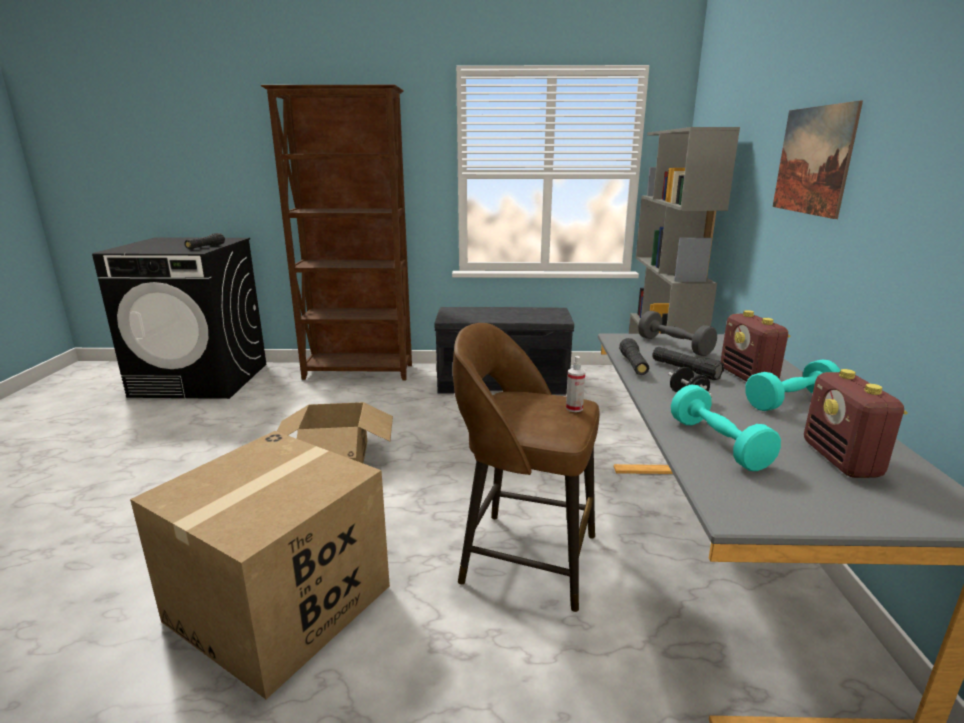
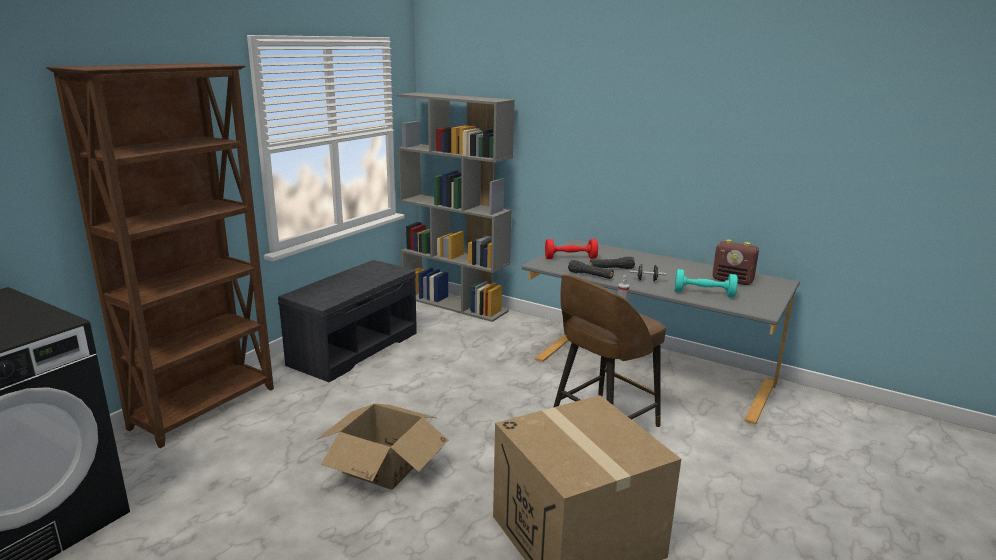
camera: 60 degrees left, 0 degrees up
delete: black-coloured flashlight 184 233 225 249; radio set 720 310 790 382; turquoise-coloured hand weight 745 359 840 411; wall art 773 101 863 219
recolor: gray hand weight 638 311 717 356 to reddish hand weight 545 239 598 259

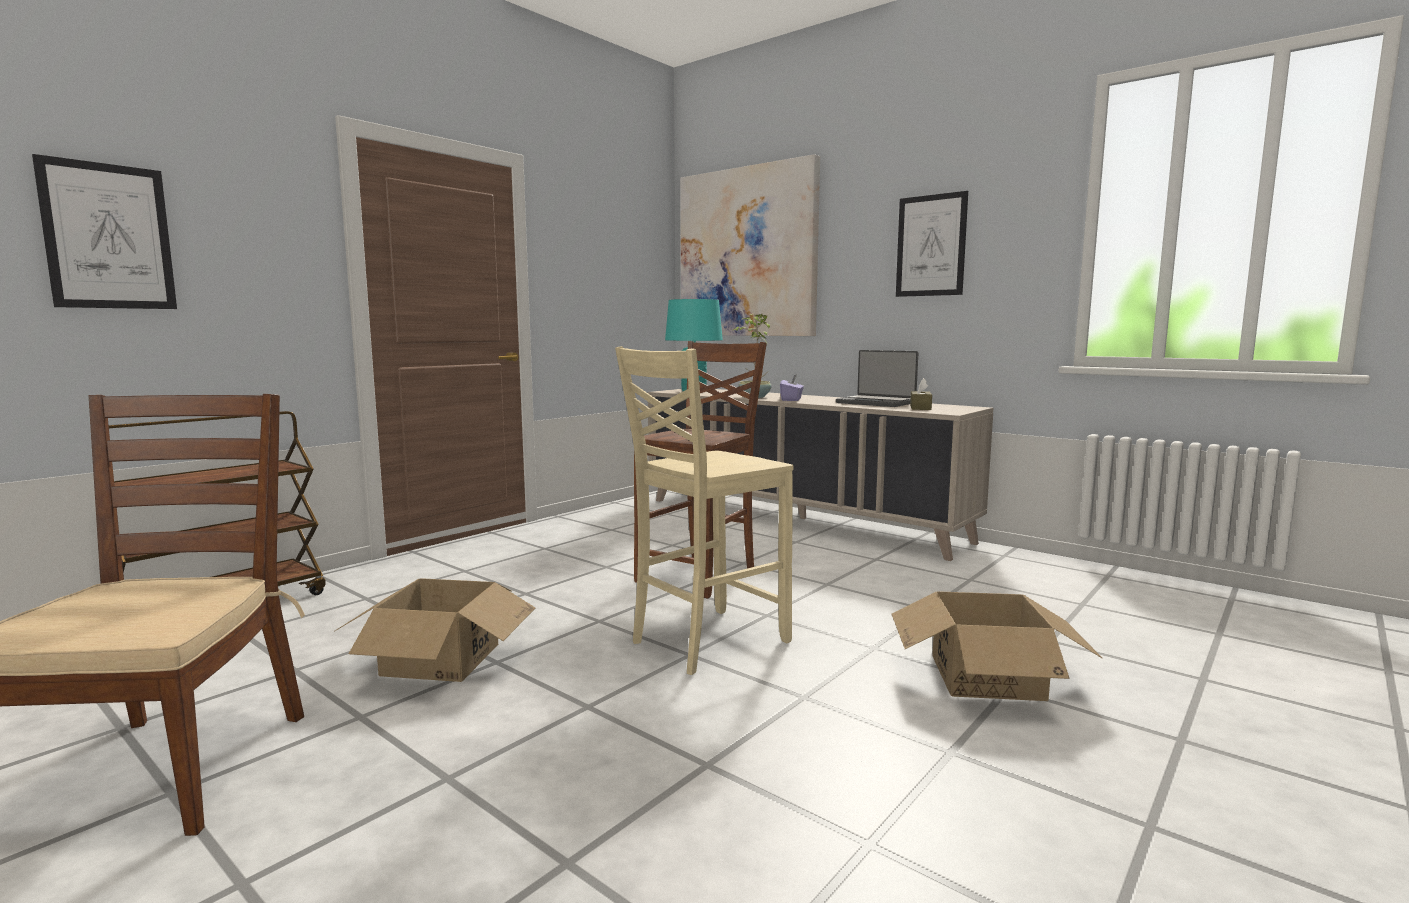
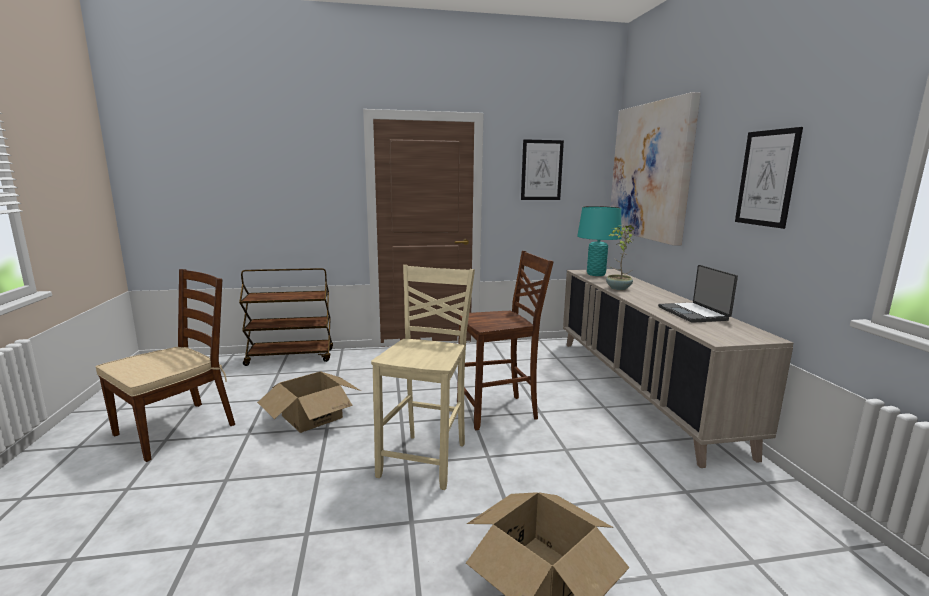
camera: 40 degrees right, 5 degrees up
delete: purple-coloured box of tissues 780 375 804 401; brown-coloured box of tissues 910 378 932 410
move: wall art 32 154 177 309 to 521 139 564 200
rotate: beige-coloured upright chair 615 346 794 675 = 371 265 475 490 105 degrees clockwise

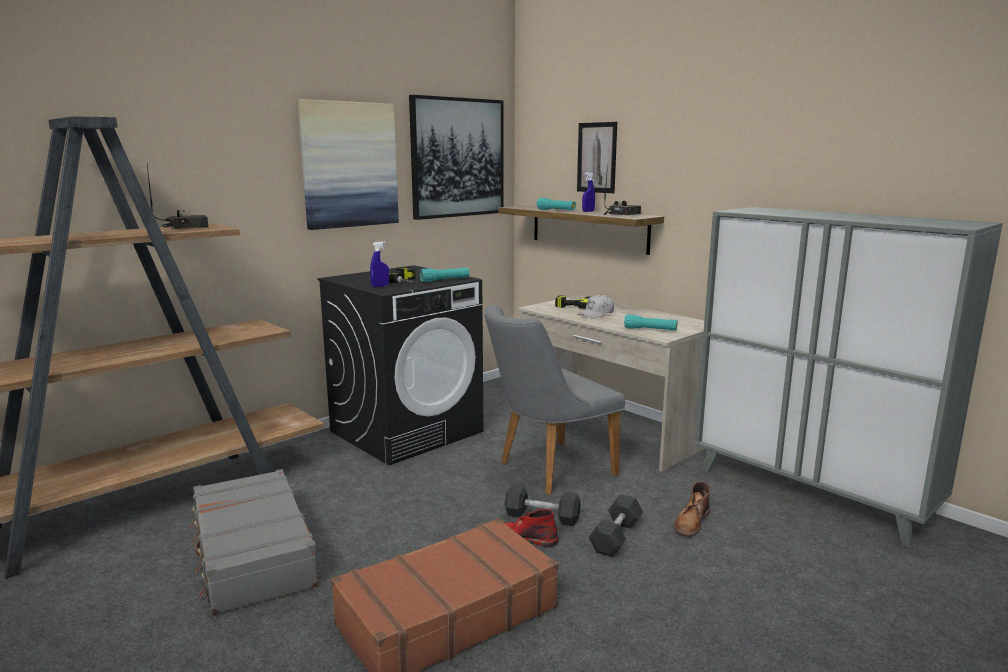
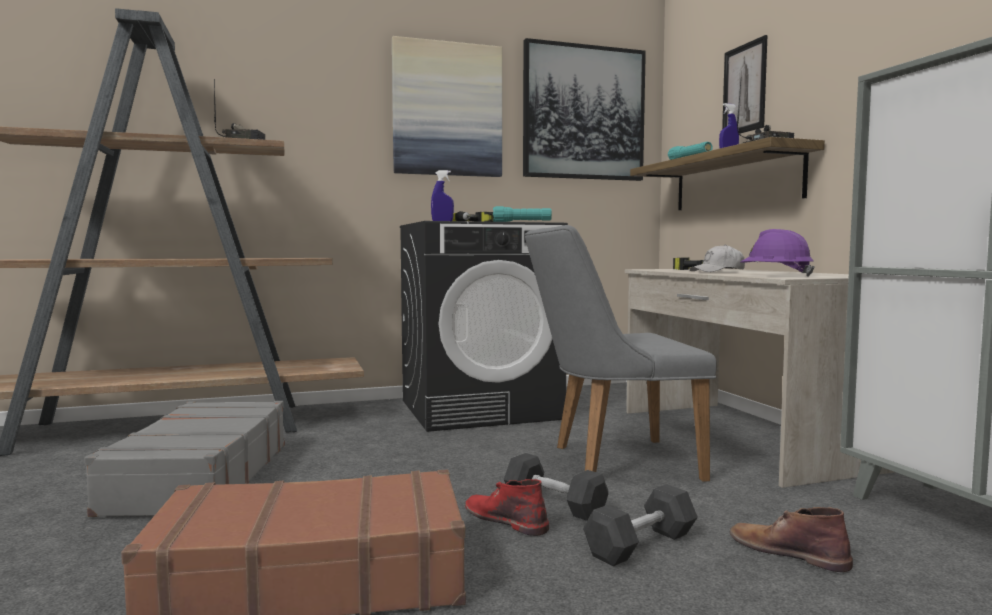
camera: 25 degrees right, 10 degrees down
replace: turquoise-coloured flashlight 624 314 677 330 to purple-coloured safety helmet 740 229 815 277
rotate: brown-coloured high-top boot 674 482 710 537 = 730 507 853 572 75 degrees clockwise

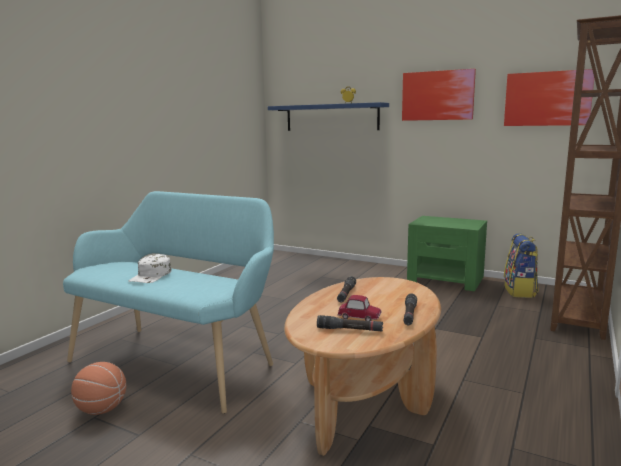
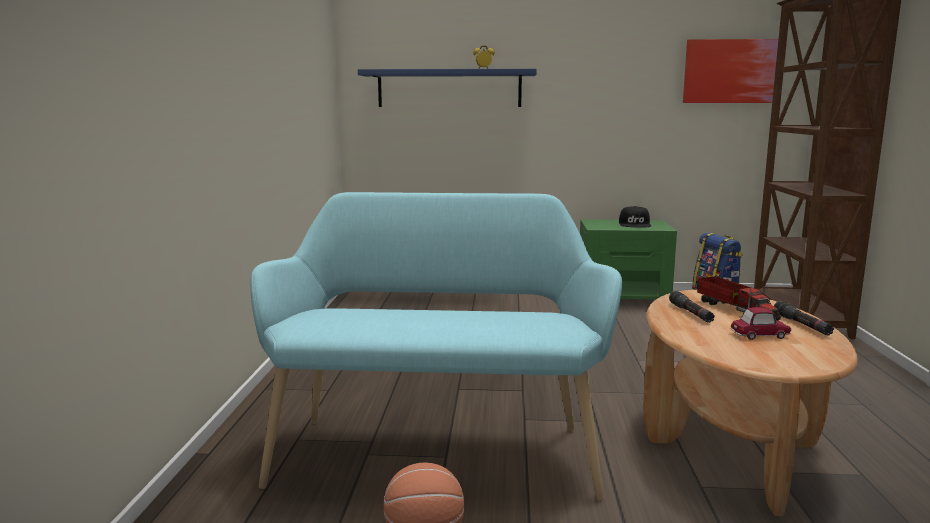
camera: 25 degrees left, 0 degrees up
delete: white-coloured baseball cap 128 254 171 283; black-coloured flashlight 317 315 383 331; wall art 402 69 476 121
insert: black-coloured baseball cap 619 206 651 228; toy lorry 697 276 781 321

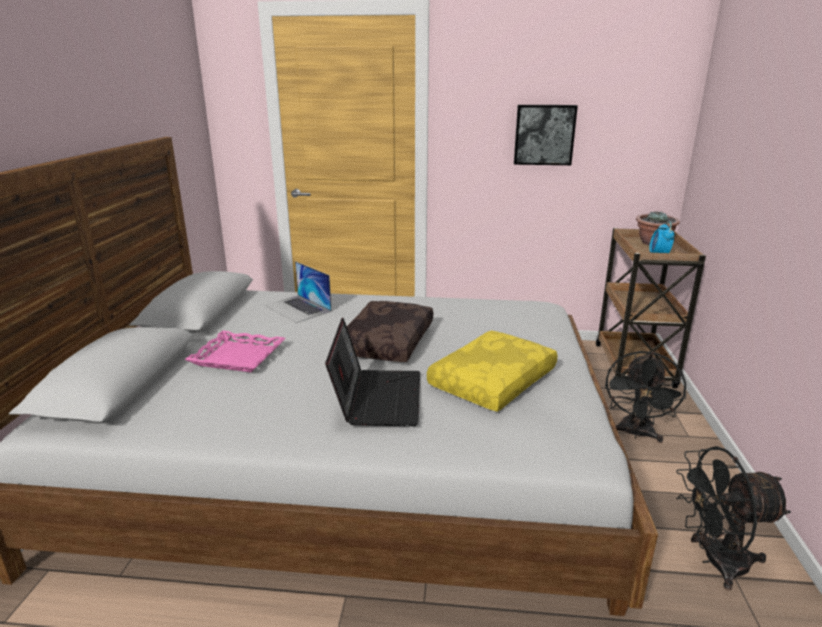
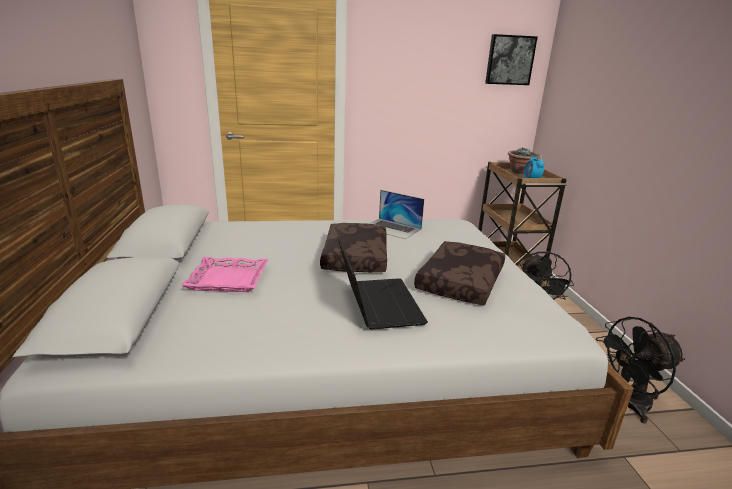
camera: 15 degrees left, 0 degrees up
move: notebook computer 264 261 332 323 to 369 190 424 239; wall art 514 105 578 165 to 485 34 538 85
recolor: yellowish pillow 427 330 558 412 to brown-coloured pillow 414 241 505 305

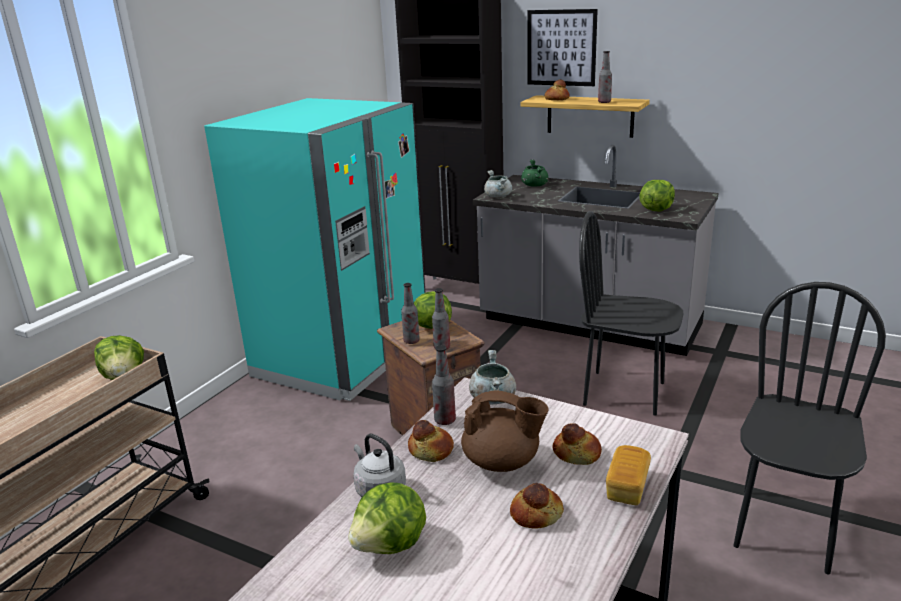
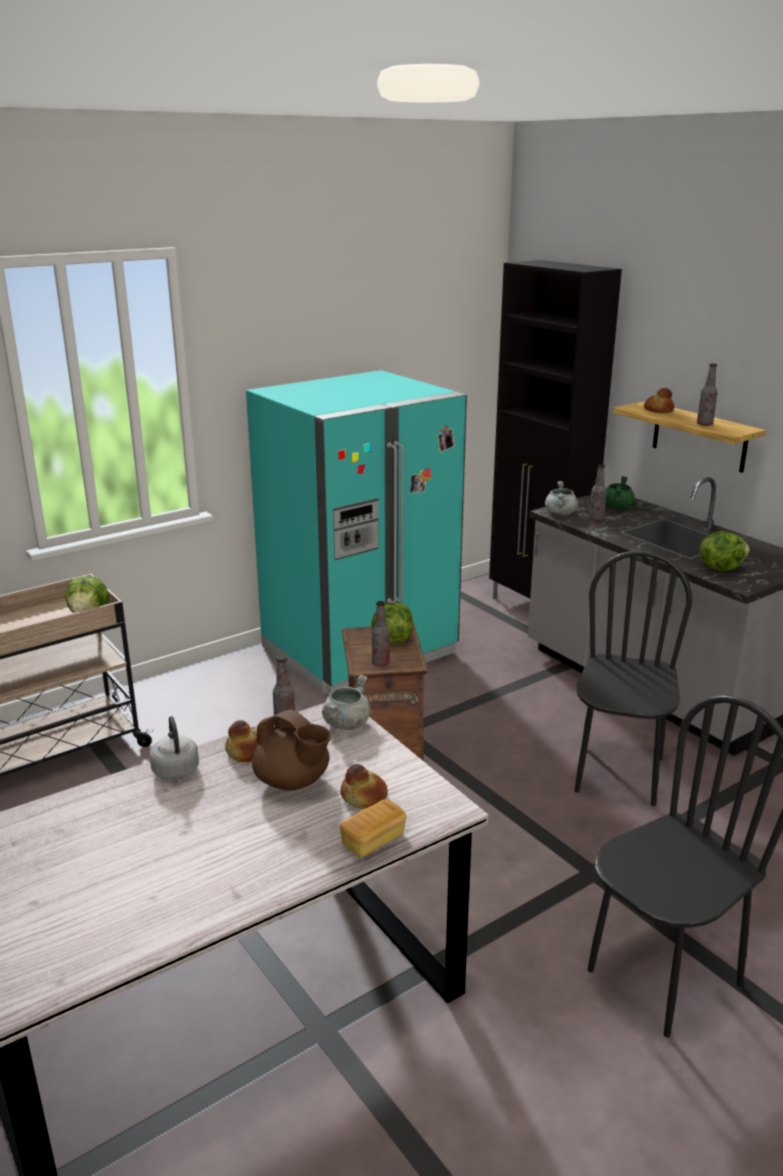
camera: 25 degrees right, 0 degrees up
delete: lettuce 348 482 426 554; bread 510 483 564 529; wall art 527 9 598 86
move: bottle 401 283 420 344 to 589 464 607 521
rotate: black-coloured upright chair 579 211 684 416 = 575 550 692 806 60 degrees clockwise

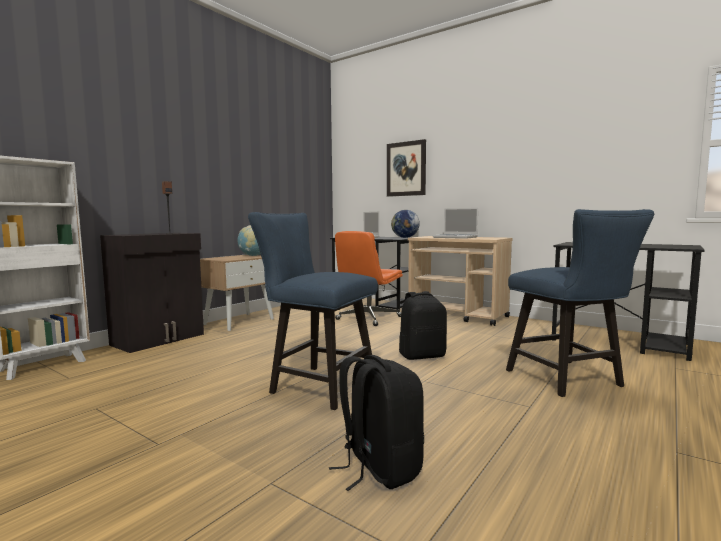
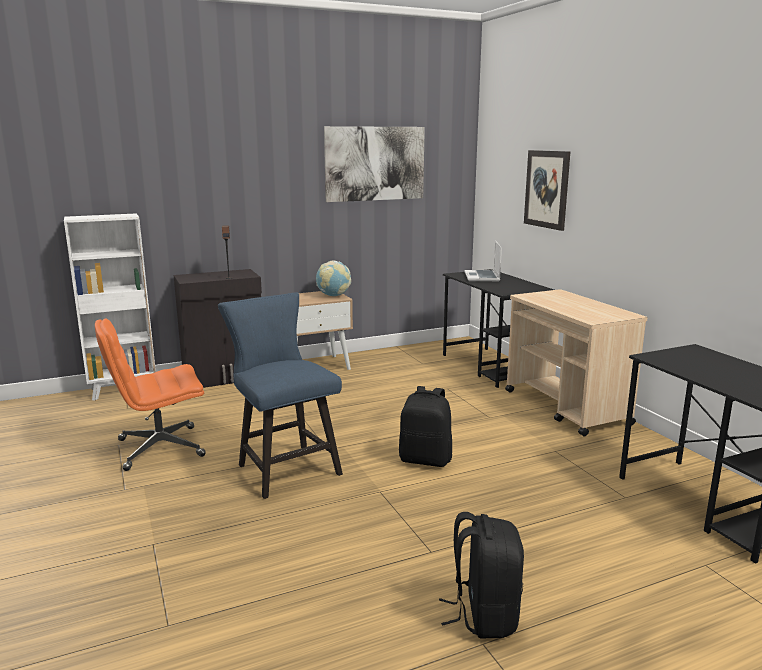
camera: 30 degrees right, 10 degrees up
delete: desk globe 391 210 420 238; notebook computer 433 208 478 239; blue-coloured upright chair 506 209 654 397
insert: wall art 324 126 425 202
move: black-coloured rucksack 329 355 424 491 to 439 512 524 638; orangey office chair 335 231 403 326 to 95 319 206 471

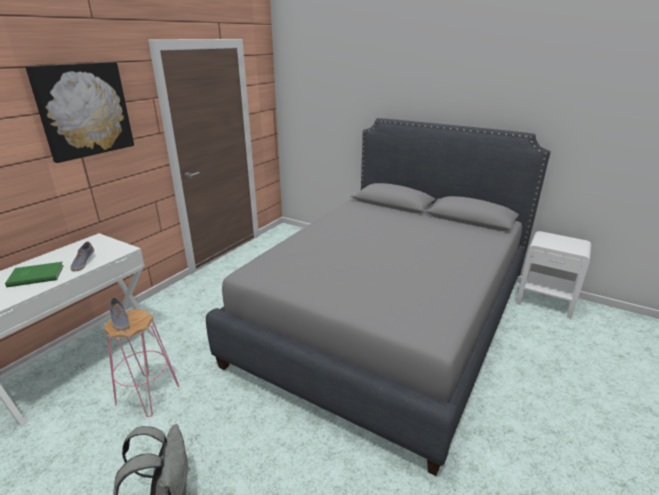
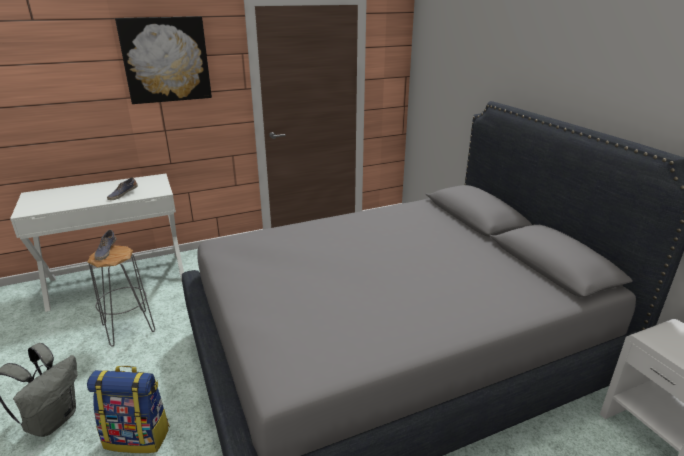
camera: 35 degrees right, 0 degrees up
delete: green book 5 262 64 287
insert: rucksack 87 366 170 453
recolor: pink stool 104 309 179 417 to gray stool 87 245 155 346

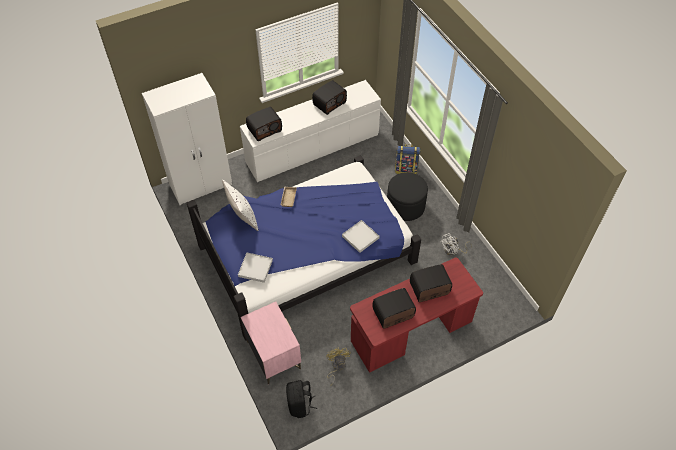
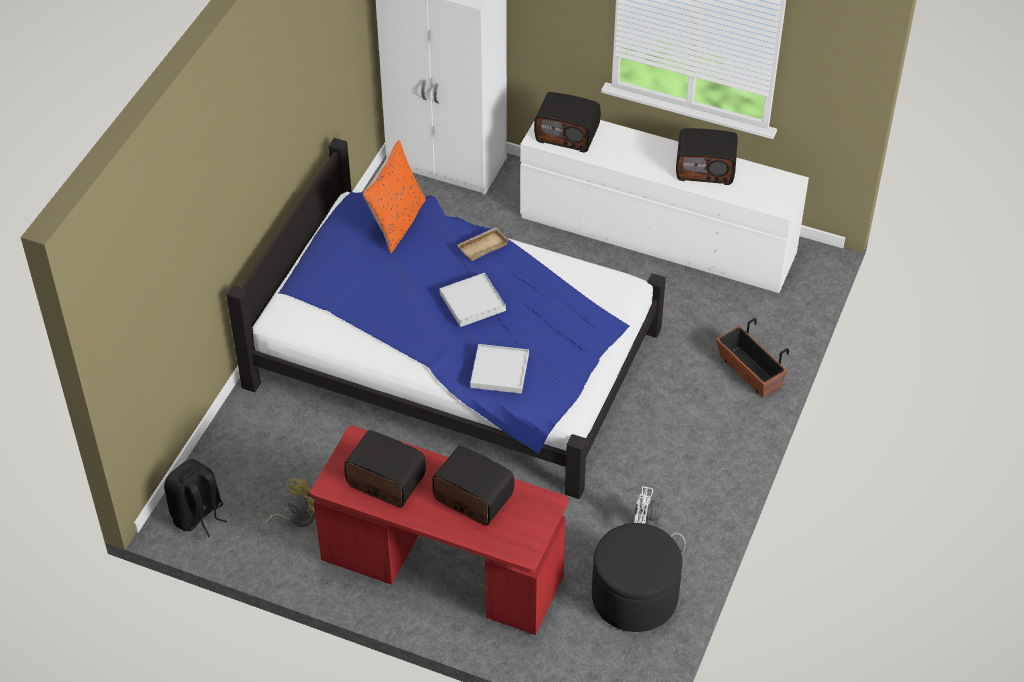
camera: 50 degrees right, 5 degrees down
delete: pink night table 241 302 301 384
move: white-coloured serving tray 238 253 273 283 to 440 273 506 327; black-coloured ottoman 387 172 428 221 to 592 523 682 632
replace: rucksack 395 144 420 174 to flower pot 716 318 789 398
recolor: white-coloured pillow 222 180 258 231 to orangey pillow 363 140 426 253

